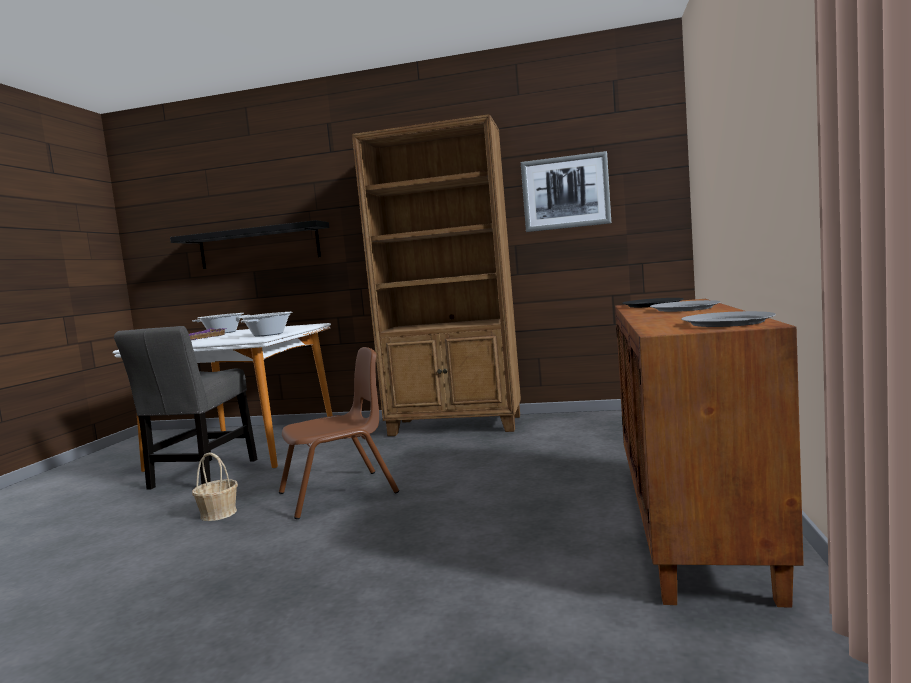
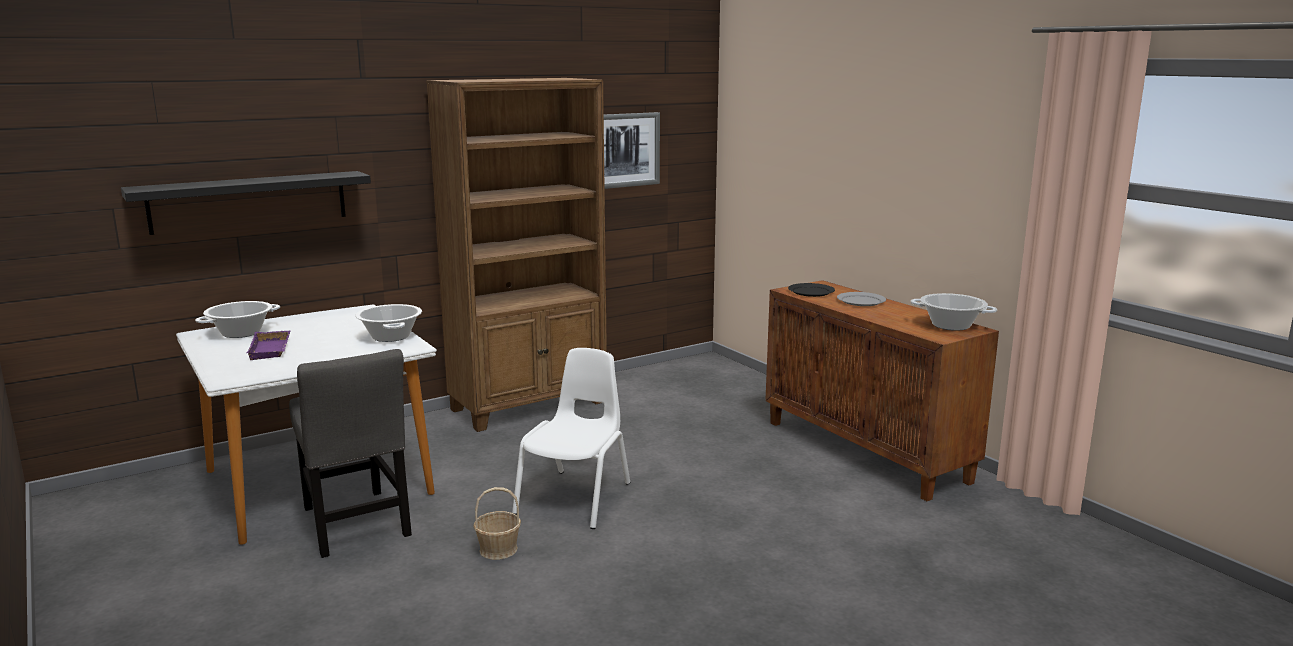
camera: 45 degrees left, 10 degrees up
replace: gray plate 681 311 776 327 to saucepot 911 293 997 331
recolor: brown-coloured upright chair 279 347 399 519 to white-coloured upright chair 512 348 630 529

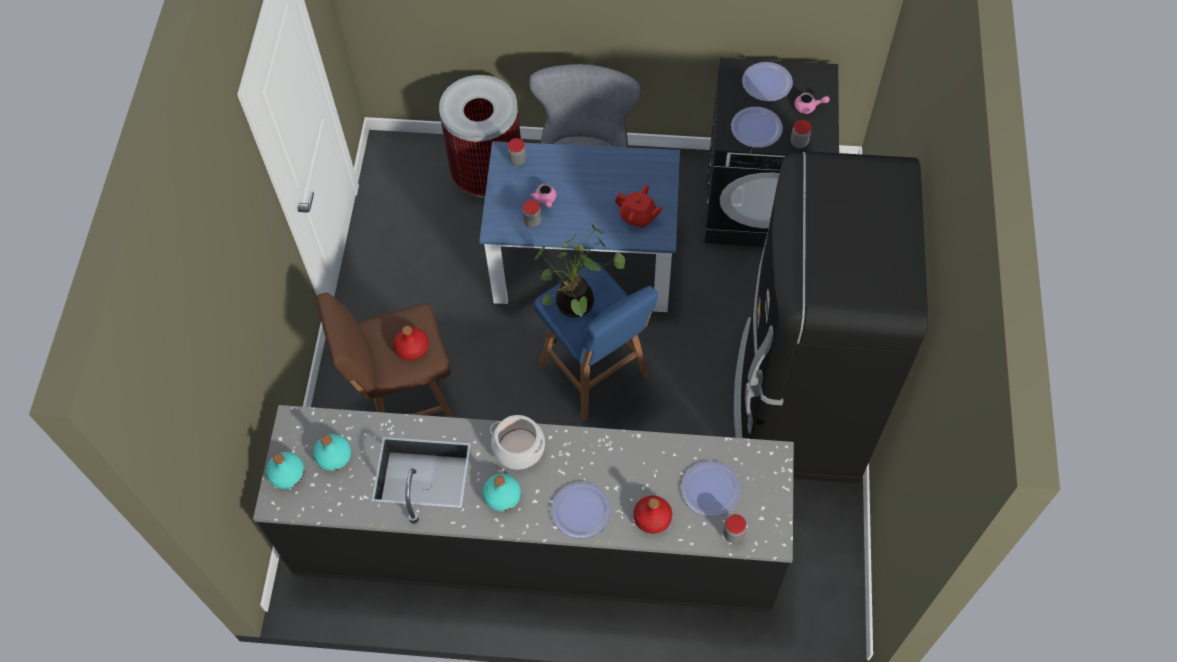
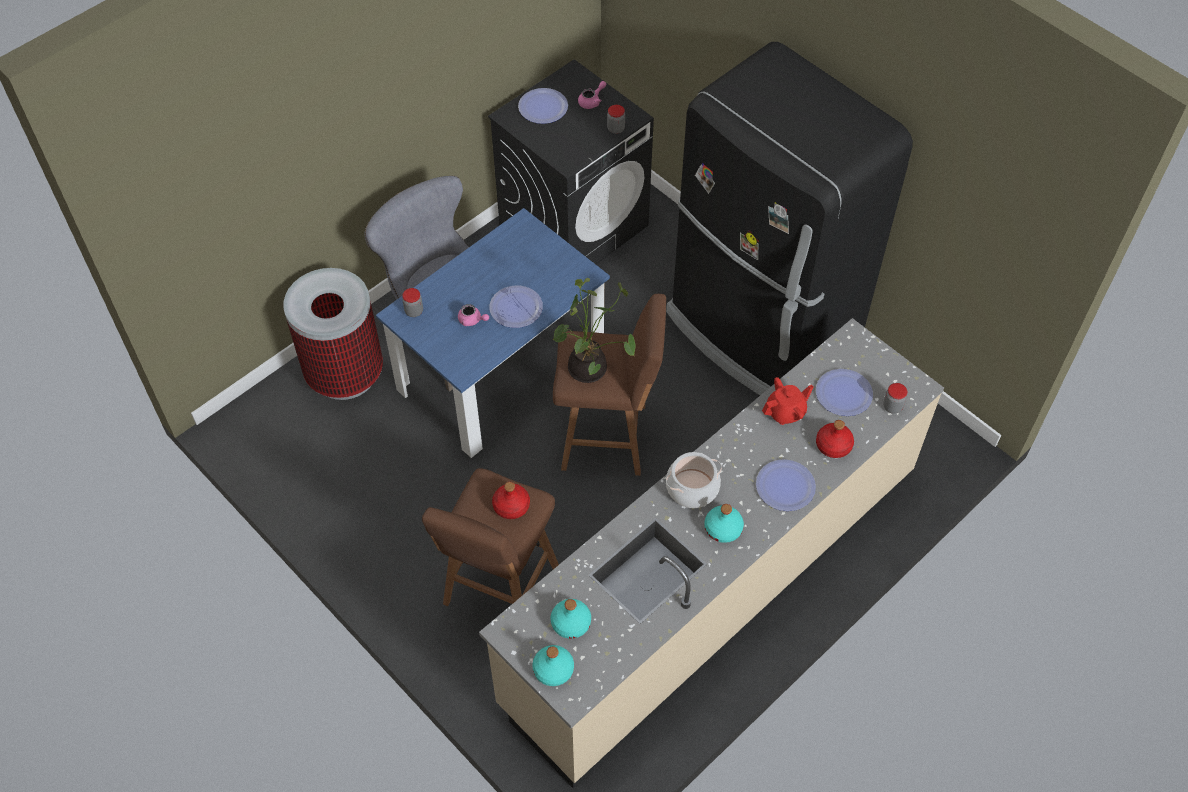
camera: 50 degrees left, 5 degrees down
delete: jar 522 200 542 227
move: reddish tea pot 615 185 663 227 to 762 377 814 425; plate 731 107 783 148 to 490 285 543 328
recolor: black-coloured counter 253 405 794 613 to beige-coloured counter 479 318 944 789; blue-coloured stool 534 262 658 421 to brown-coloured stool 553 294 666 476

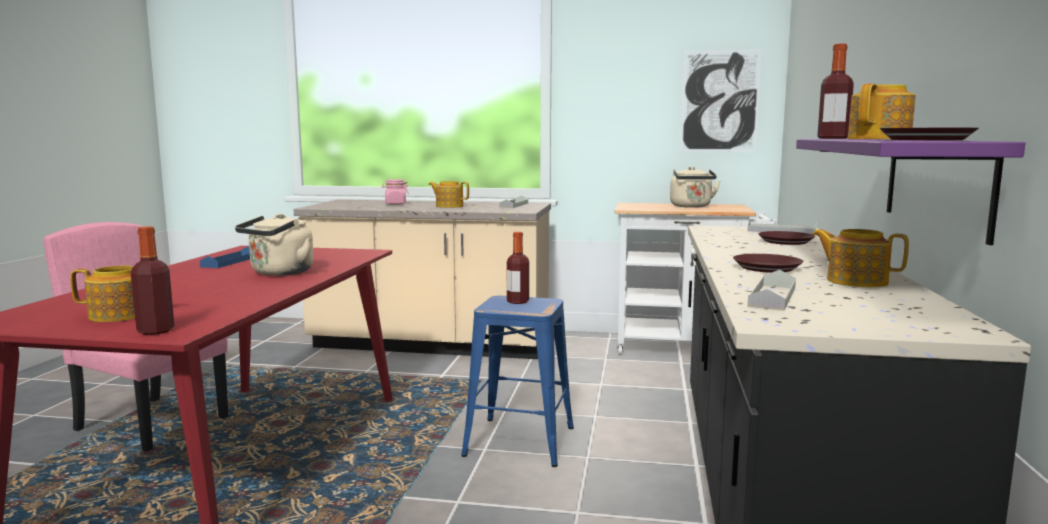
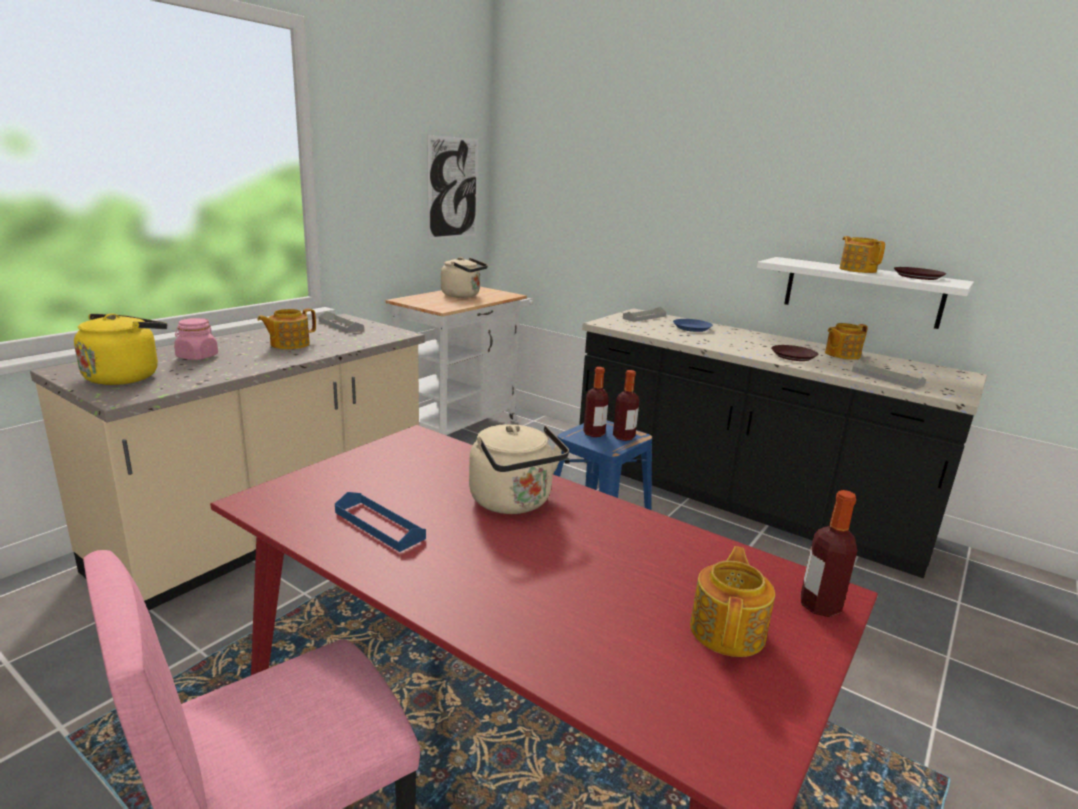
camera: 65 degrees left, 10 degrees up
insert: yellowish tea kettle 74 313 167 385
move: bottle 817 44 854 139 to 613 370 639 441
recolor: brown-coloured plate 758 231 815 245 to blue-coloured plate 673 319 713 332; purple-coloured bracket shelf 796 139 1025 245 to white-coloured bracket shelf 757 257 974 329

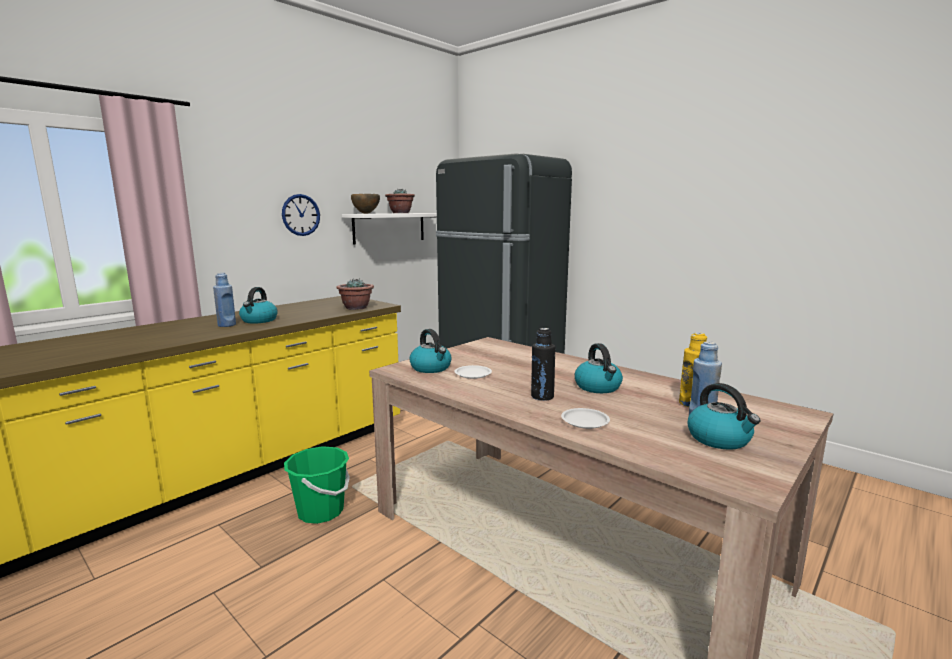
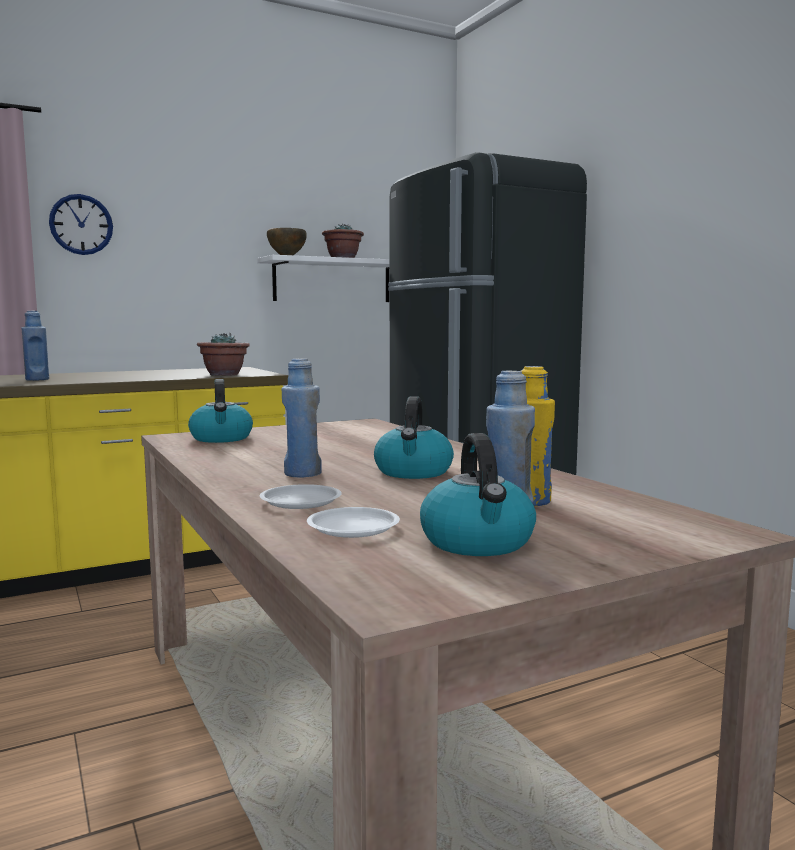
camera: 20 degrees right, 5 degrees down
delete: tea kettle 239 287 278 324; green water bucket 284 446 350 524
move: clock on the wall 282 194 320 236 to 49 194 113 255; white-coloured plate 454 365 492 379 to 307 507 400 538
recolor: black-coloured bottle 531 328 555 401 to blue-coloured bottle 282 359 322 478

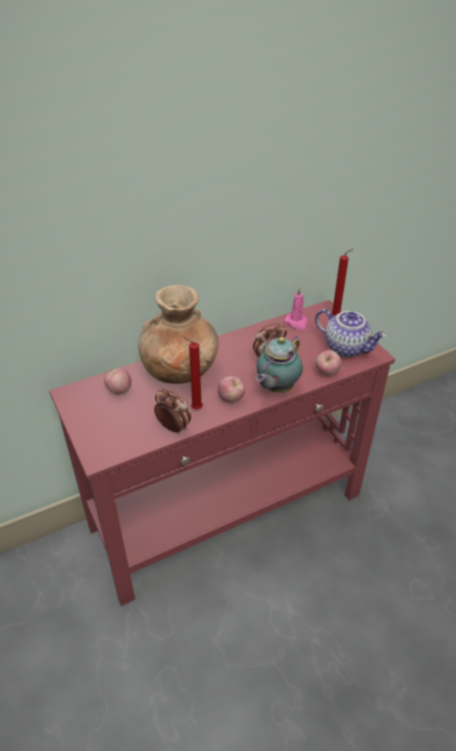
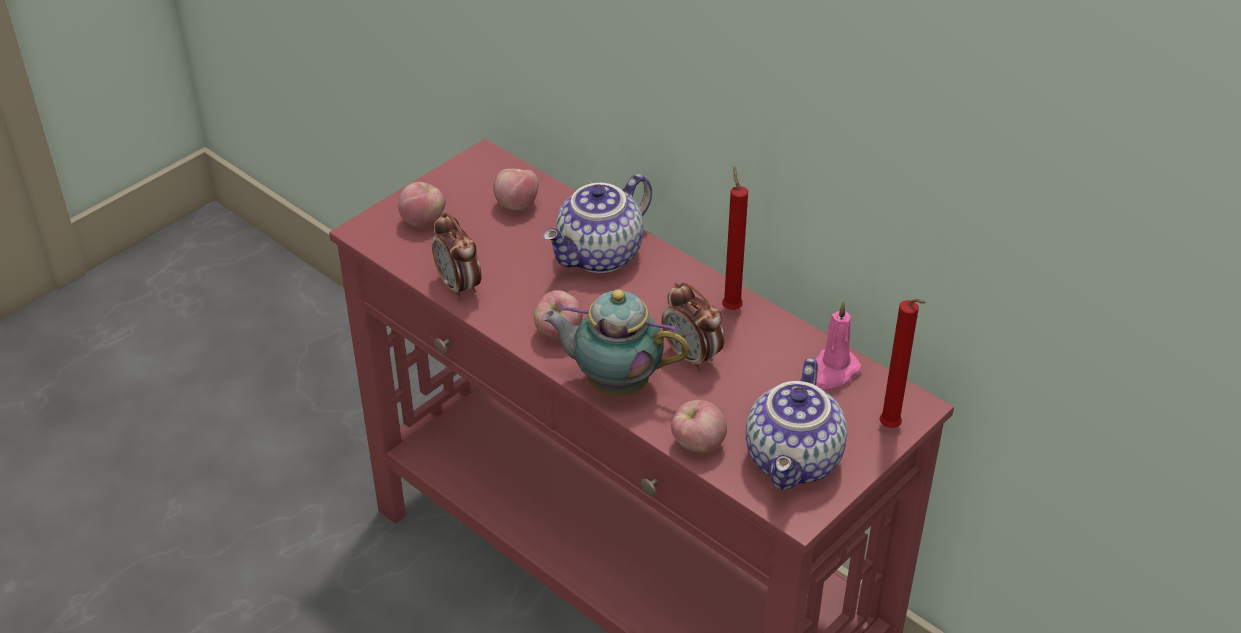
camera: 70 degrees right, 0 degrees up
insert: whole apple 398 182 446 228
move: reddish wax candle 183 337 203 410 to 722 166 748 310
replace: brown-coloured flower vase 138 285 219 384 to tea pot 543 174 652 273
rotate: bedside clock 154 388 191 435 = 432 212 481 301 135 degrees clockwise

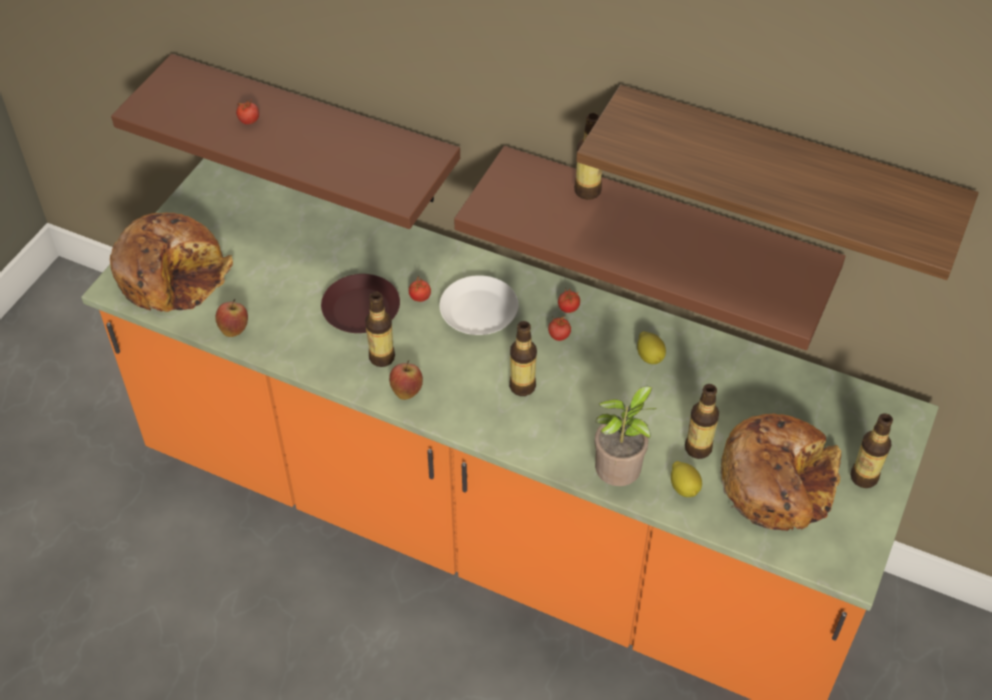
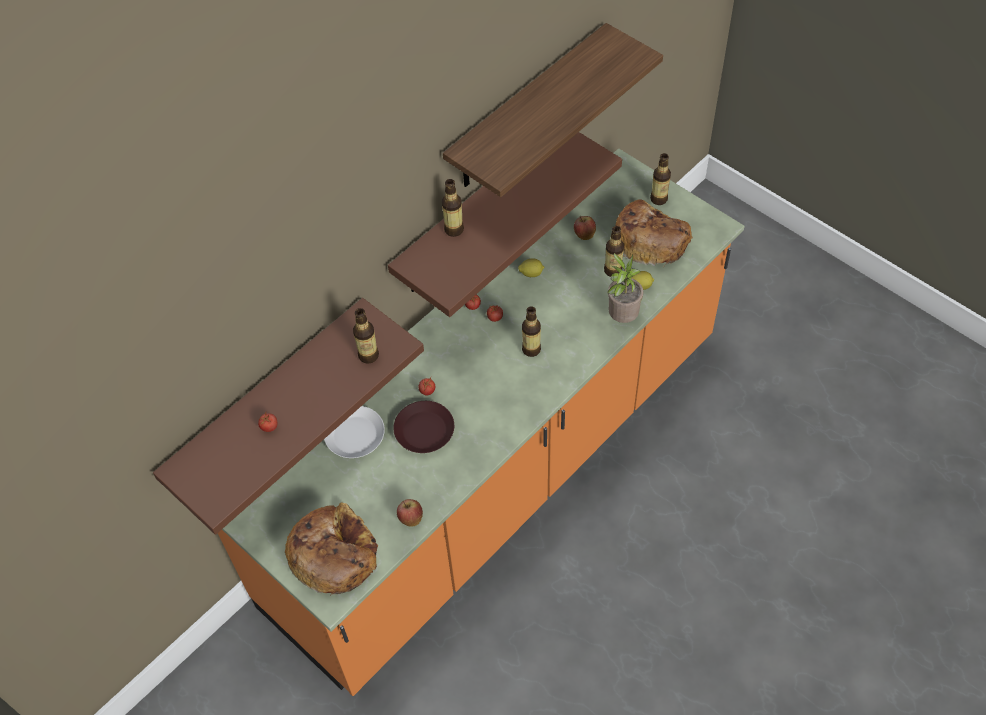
camera: 70 degrees left, 5 degrees up
move: bottle 365 292 395 367 to 353 308 379 364; whole apple 389 360 423 400 to 574 216 596 240; white-coloured plate 440 275 518 335 to 324 406 385 458

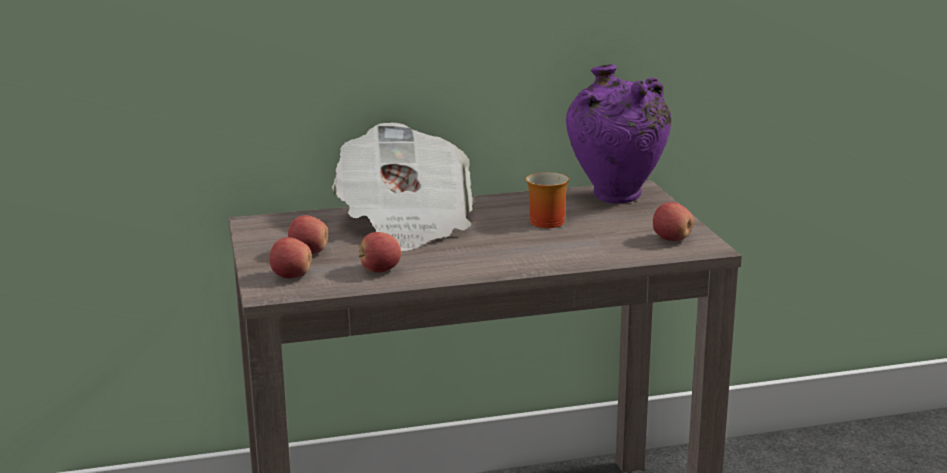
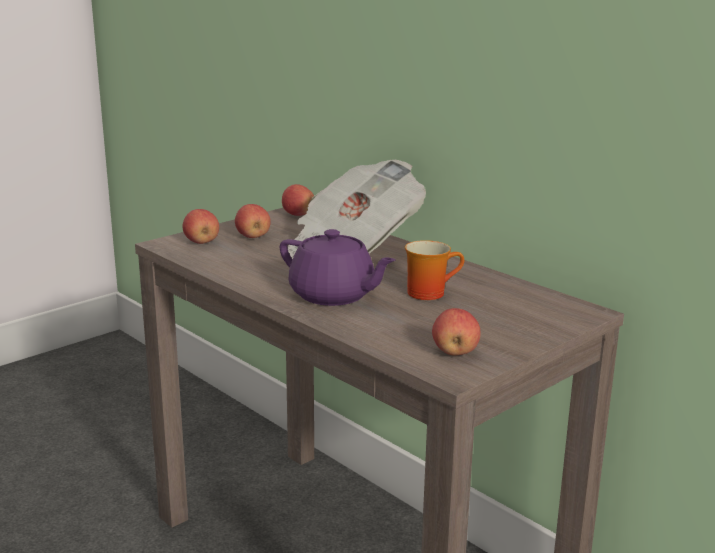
camera: 60 degrees right, 0 degrees up
delete: purple-coloured flower vase 566 65 671 203
insert: purple-coloured tea pot 280 229 396 306
move: whole apple 359 232 401 273 to 282 184 314 216

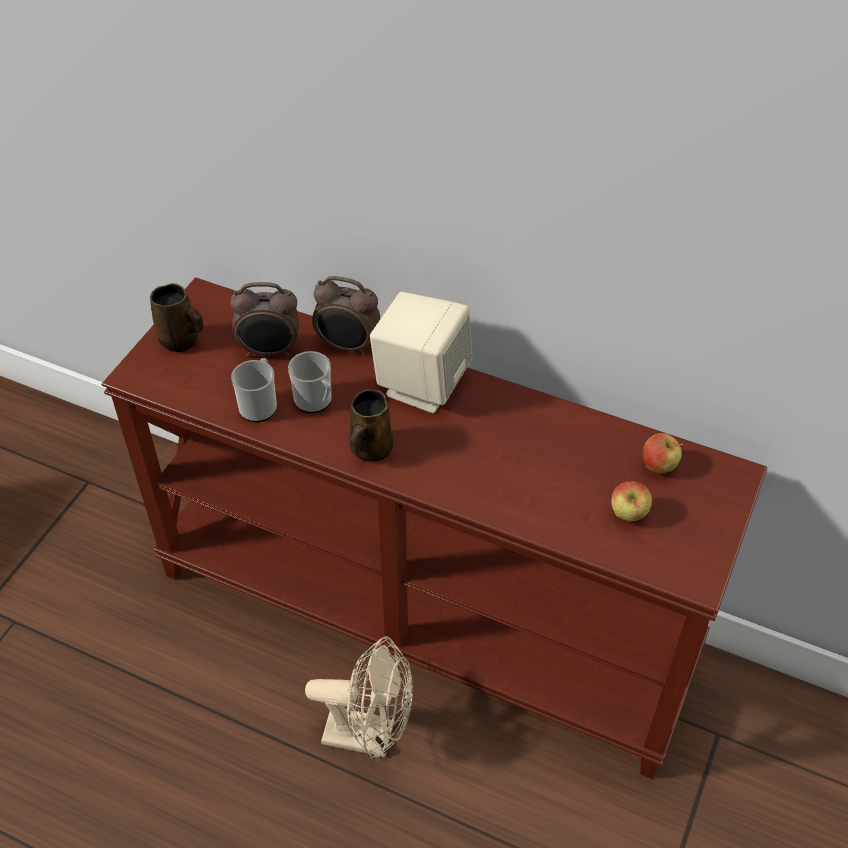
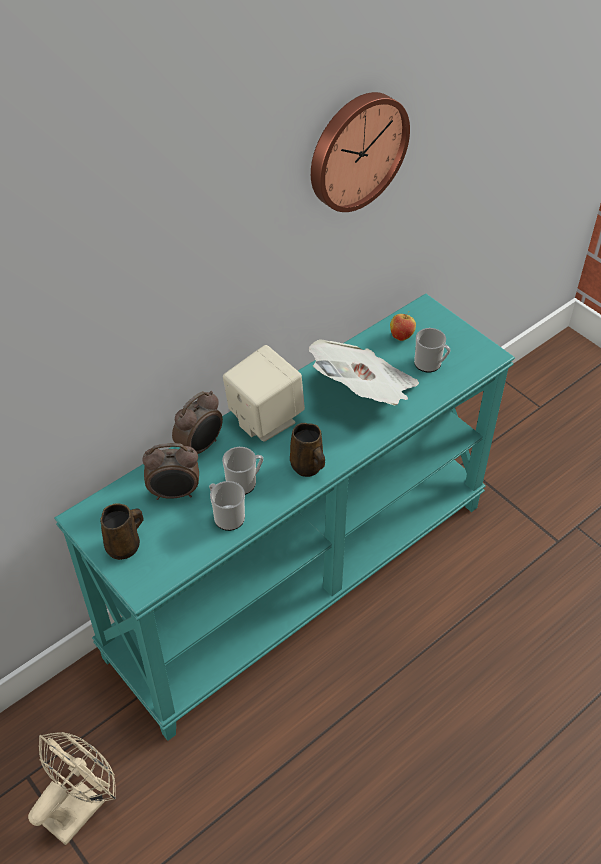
camera: 65 degrees left, 0 degrees up
insert: newspaper 309 339 419 405; clock on the wall 311 92 410 212
move: beige-coloured fan 305 636 413 759 to 28 732 116 845
replace: whole apple 611 481 652 521 to mug 414 328 451 373
recolor: brown-coloured console table 101 277 767 779 to turquoise-coloured console table 54 293 515 741
rotate: bedside clock 230 282 299 357 = 143 443 199 500 60 degrees clockwise

